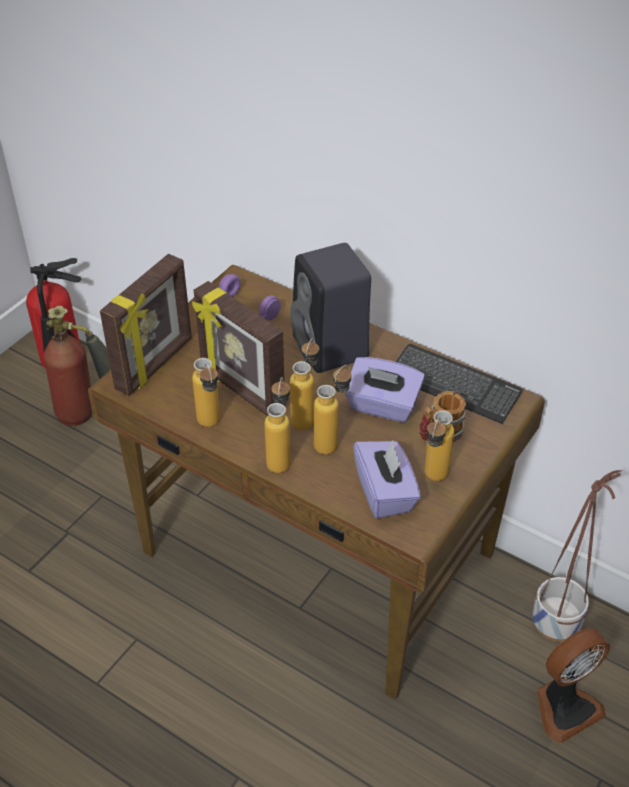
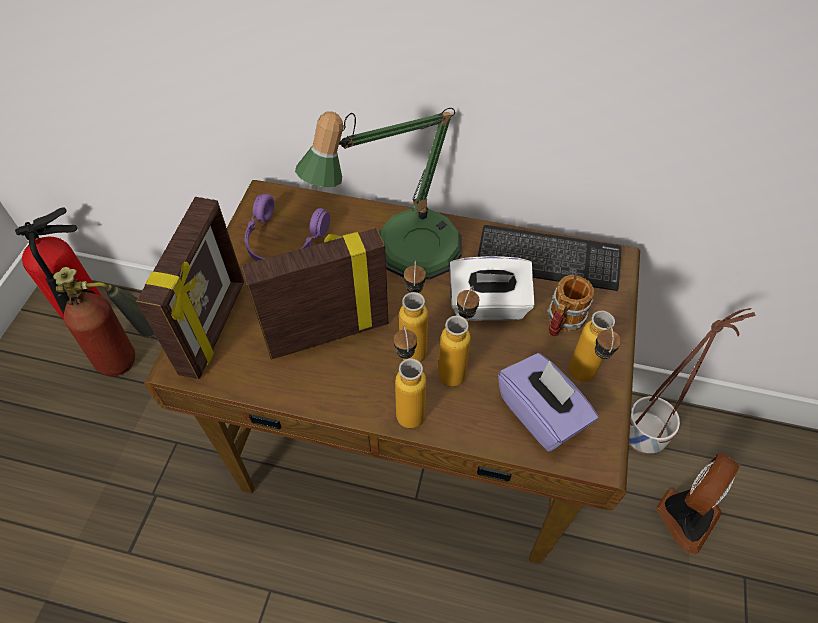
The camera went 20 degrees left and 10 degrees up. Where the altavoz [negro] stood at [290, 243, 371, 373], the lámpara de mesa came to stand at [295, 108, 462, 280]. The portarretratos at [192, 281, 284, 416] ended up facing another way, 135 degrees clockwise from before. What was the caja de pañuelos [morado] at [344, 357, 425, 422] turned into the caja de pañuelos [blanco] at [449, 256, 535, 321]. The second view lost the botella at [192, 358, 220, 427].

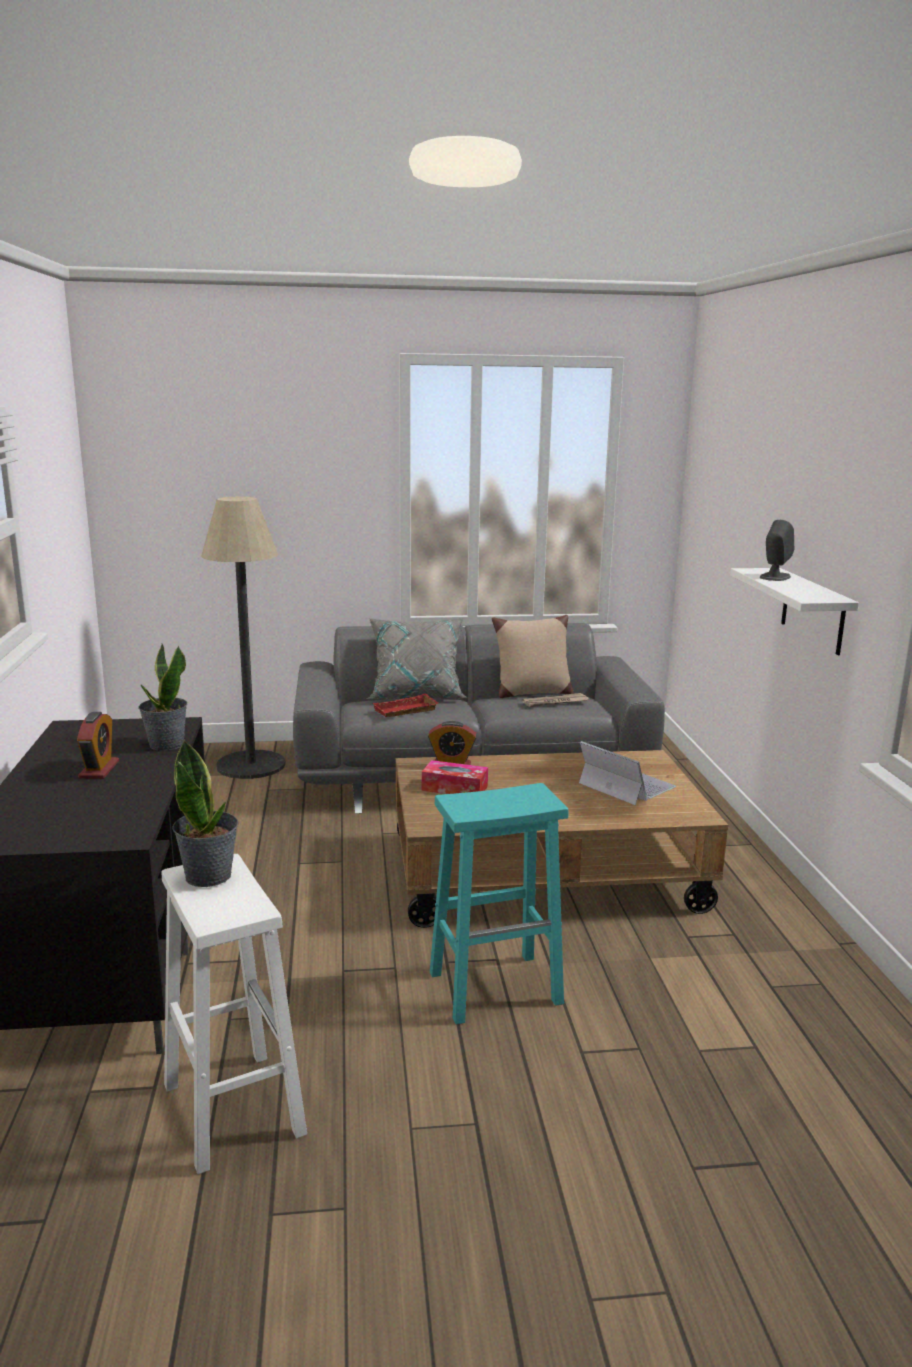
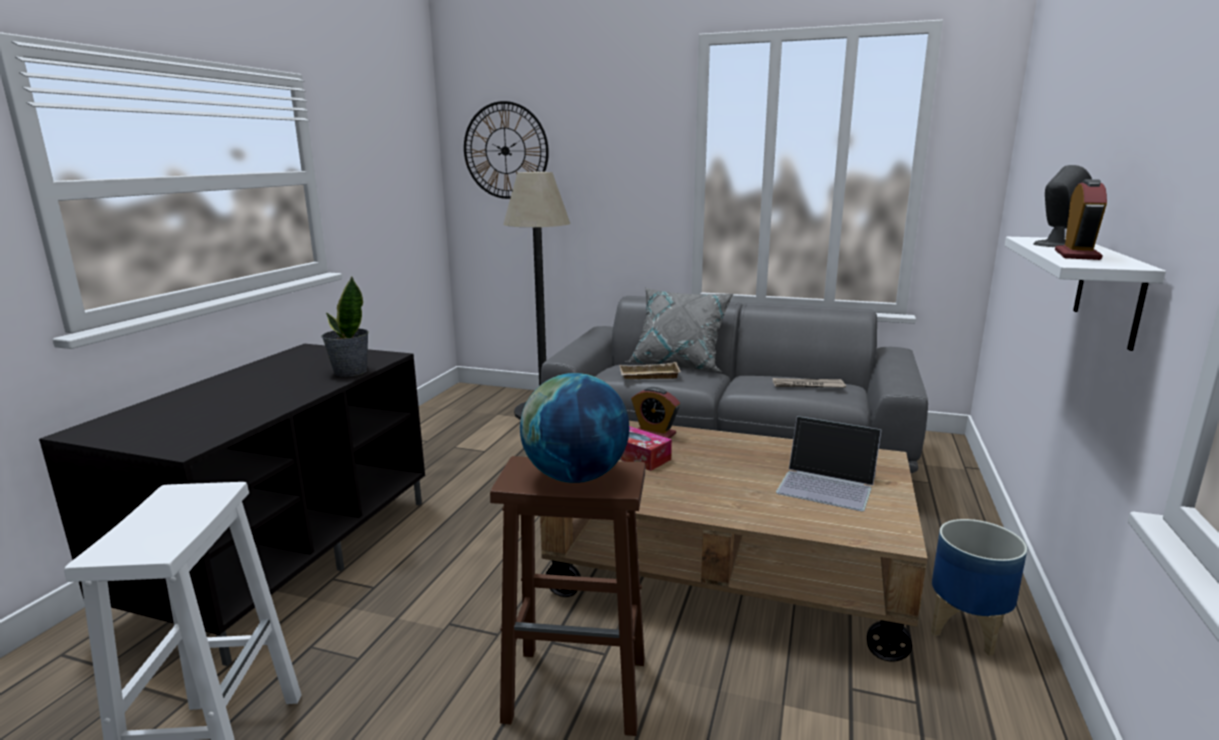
The camera went 25 degrees right and 0 degrees up. The second view lost the cojín [beis] at [492, 615, 574, 698]. What was the bandeja [rojo] at [373, 694, 438, 717] turned into the bandeja [beis] at [620, 362, 681, 379]. The despertador ended up elsewhere, having gone from [77, 712, 119, 779] to [1055, 179, 1107, 260]. The second view lost the planta en maceta at [172, 739, 238, 887]. The portátil at [579, 741, 676, 805] ended up facing another way, 135 degrees clockwise from before. What was the taburete [turquesa] at [430, 783, 568, 1025] turned into the taburete [marrón] at [490, 456, 645, 736]. The second view gained the reloj de pared at [464, 101, 549, 199]. The second view gained the globo terráqueo at [520, 373, 629, 483]. The second view gained the maceta at [931, 519, 1027, 656].

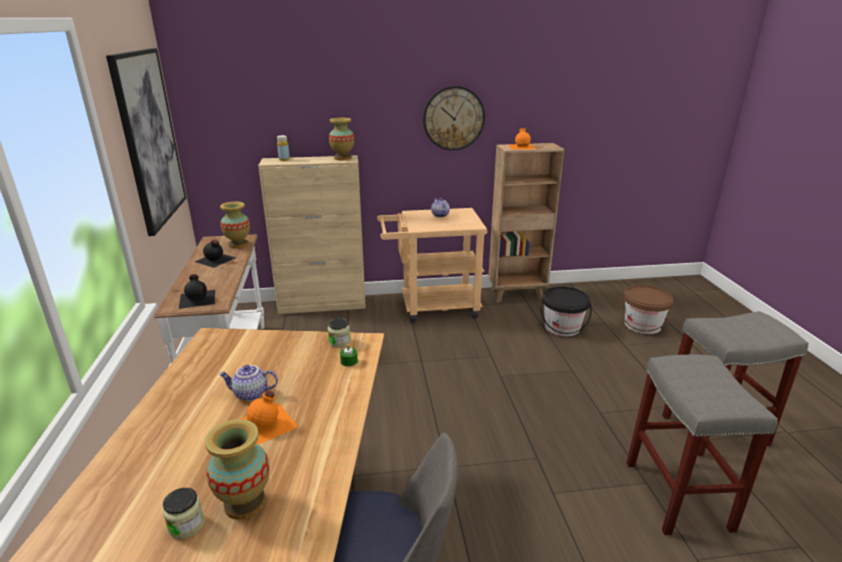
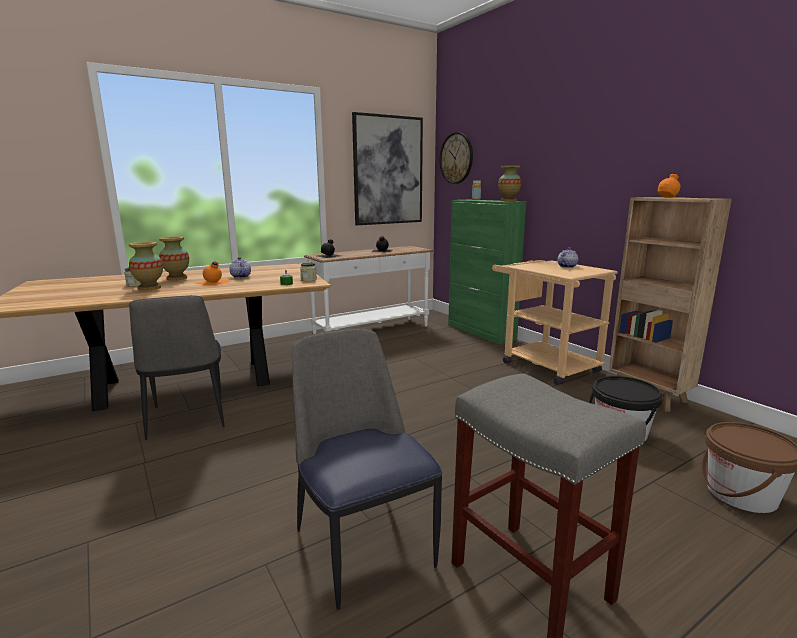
The camera went 65 degrees right and 10 degrees down. The reloj de pared ended up elsewhere, having gone from [423, 86, 485, 151] to [440, 132, 473, 184]. What was the armario [beis] at [258, 156, 366, 314] turned into the armario [verde] at [448, 200, 526, 344]. The florero ended up elsewhere, having gone from [220, 202, 250, 248] to [159, 236, 189, 281]. Where the taburete [gris] stood at [627, 354, 778, 535], the silla came to stand at [292, 328, 442, 610].

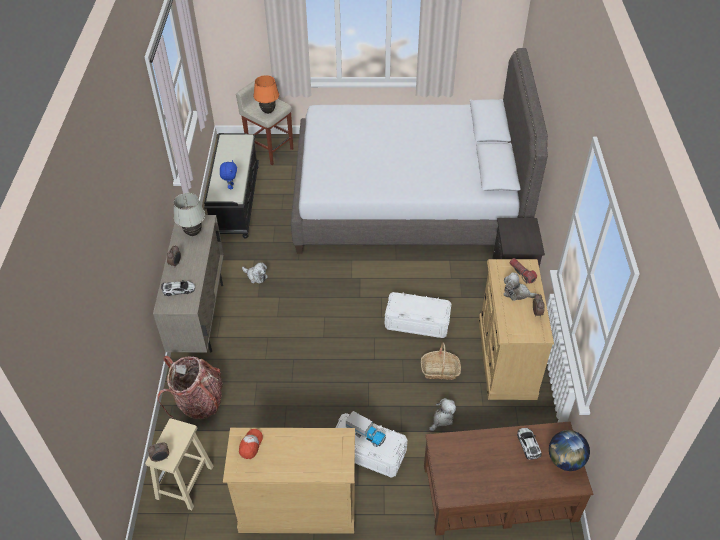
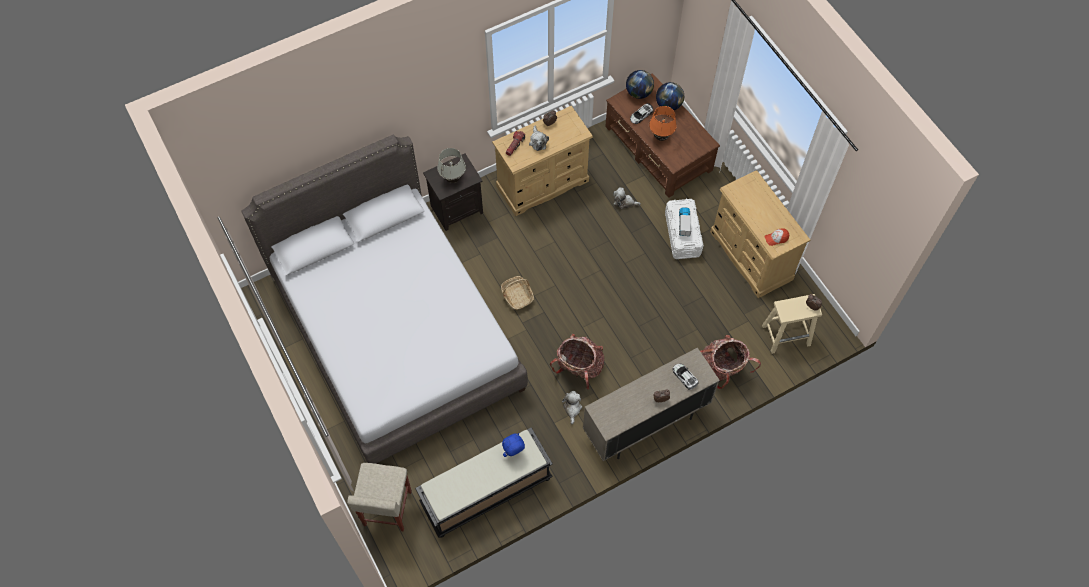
The camera went 120 degrees left and 15 degrees up. The lámpara de mesa [naranja] ended up elsewhere, having gone from [253, 75, 279, 114] to [649, 106, 677, 141]. The lámpara de mesa [blanco] ended up elsewhere, having gone from [174, 193, 205, 236] to [437, 148, 466, 183]. The second view lost the caja de almacenaje [blanco] at [385, 292, 451, 338]. The cesta ended up elsewhere, having gone from [421, 343, 461, 380] to [501, 276, 534, 310]. The second view gained the globo terráqueo at [656, 82, 684, 110]. The second view gained the mochila at [550, 334, 604, 389].

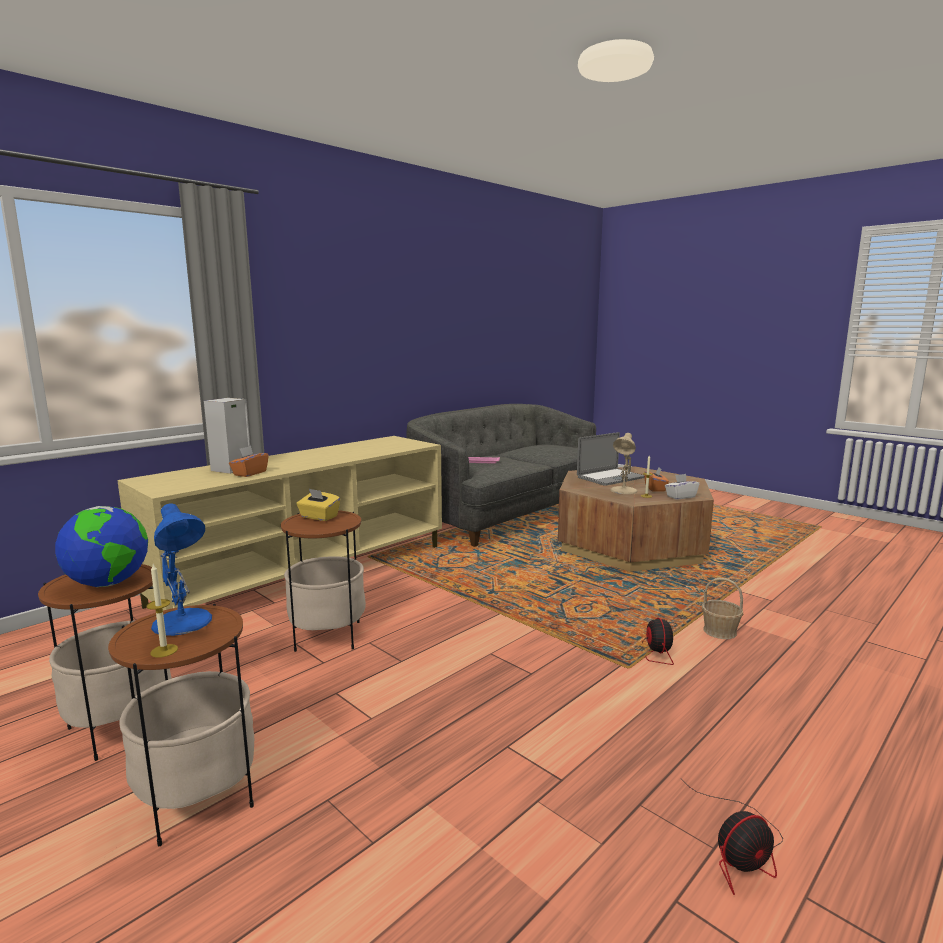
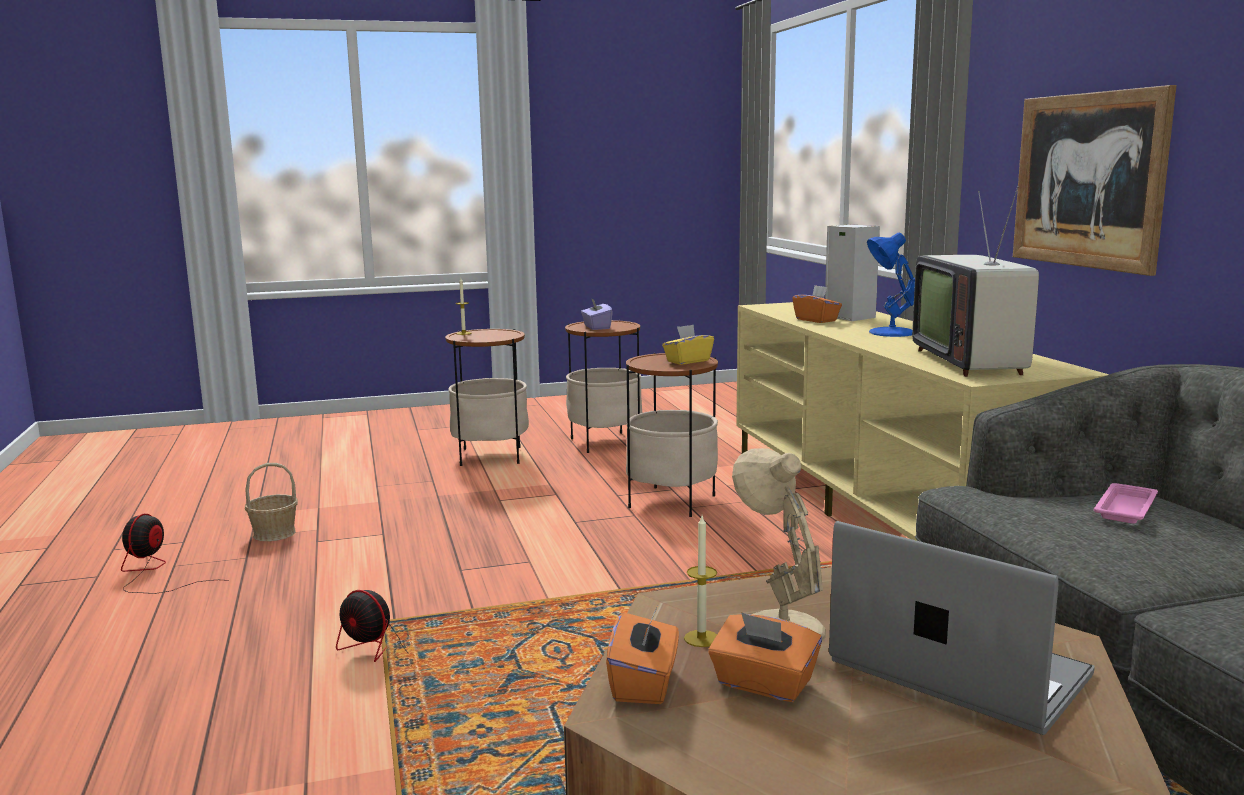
The camera went 120 degrees right and 0 degrees up. The portátil at [577, 432, 645, 486] ended up facing another way, 135 degrees clockwise from before. What was the caja de pañuelos [blanco] at [665, 474, 699, 499] turned into the caja de pañuelos [naranja] at [606, 606, 679, 704]. The lámpara de mesa [azul] ended up elsewhere, having gone from [151, 503, 212, 636] to [867, 233, 915, 337]. Where the globo terráqueo stood at [55, 506, 148, 587], the caja de pañuelos [morado] came to stand at [581, 298, 613, 330]. The cesta ended up elsewhere, having gone from [702, 578, 743, 639] to [245, 463, 298, 541]. The second view gained the cuadro at [1013, 85, 1177, 276]. The second view gained the televisor at [912, 186, 1039, 377].

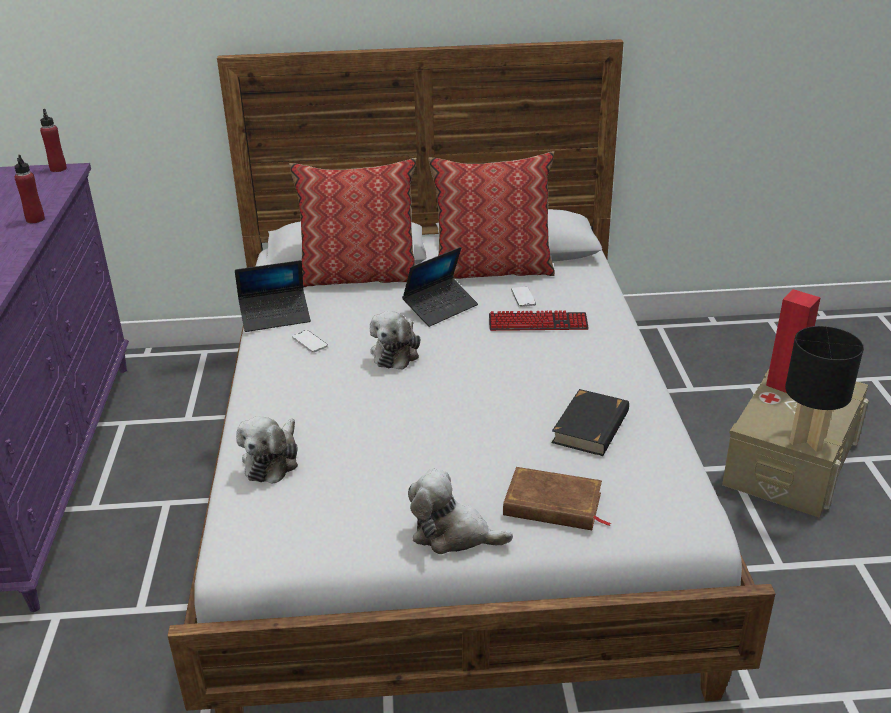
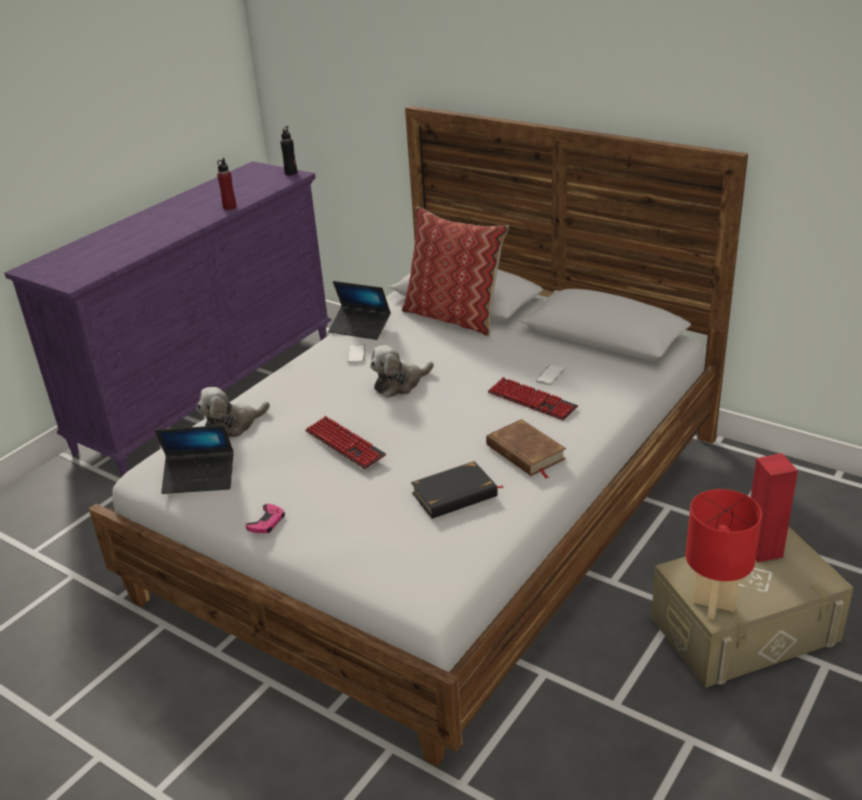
The camera went 40 degrees right and 0 degrees up. What was the botella [rojo] at [40, 109, 67, 172] turned into the botella [negro] at [280, 126, 297, 176]. The second view lost the cojín at [428, 151, 555, 279]. The portátil ended up elsewhere, having gone from [402, 247, 478, 327] to [155, 425, 234, 494]. What was the lámpara de mesa [negro] at [785, 326, 864, 452] turned into the lámpara de mesa [rojo] at [685, 489, 762, 620]. The libro [marrón] ended up elsewhere, having gone from [503, 467, 611, 530] to [486, 419, 566, 479]. Where the peluche stood at [408, 469, 513, 554], the mando de consola [rosa] came to stand at [246, 504, 285, 533]. The second view gained the teclado at [305, 416, 386, 469].

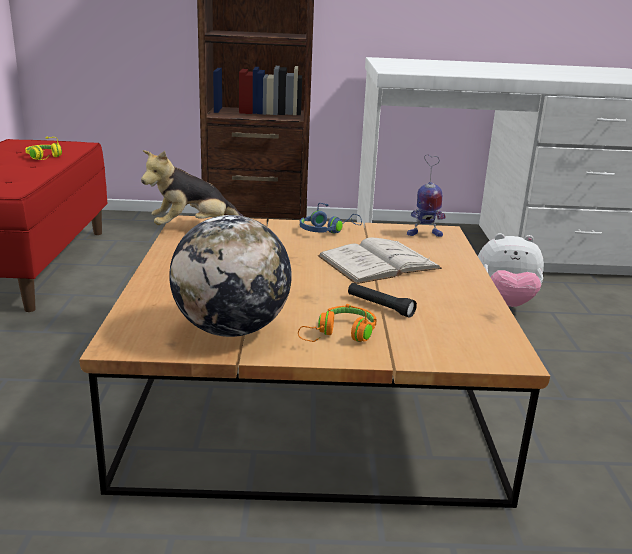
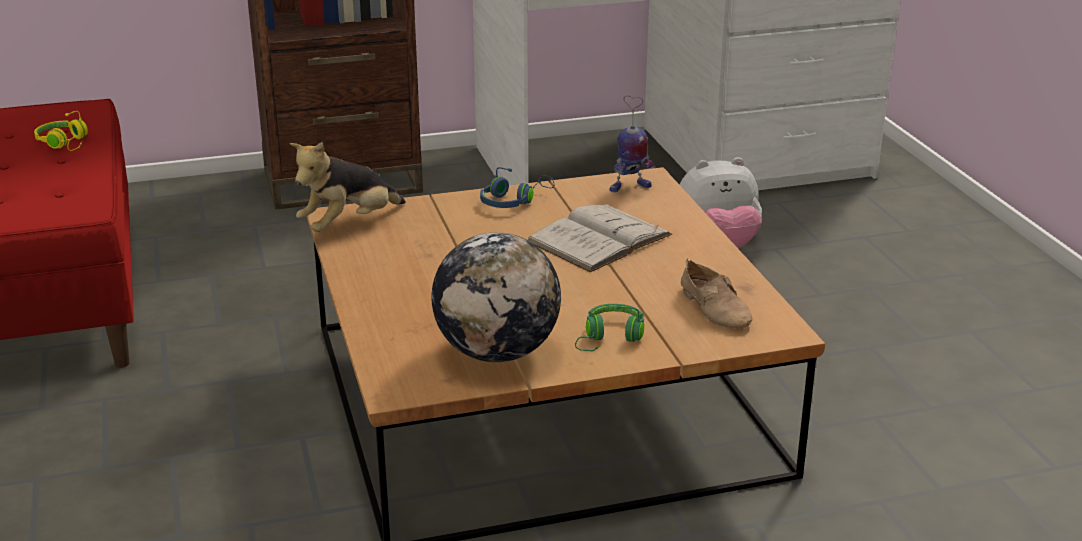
The camera went 15 degrees left and 5 degrees up. The second view lost the linterna [negro] at [348, 283, 417, 318]. What was the auriculares [naranja] at [298, 304, 377, 342] turned into the auriculares [verde] at [575, 304, 644, 351]. The second view gained the zapato [beis] at [681, 258, 752, 328].

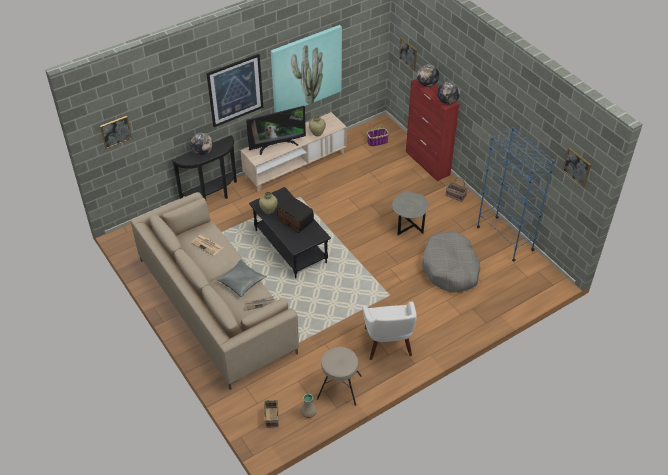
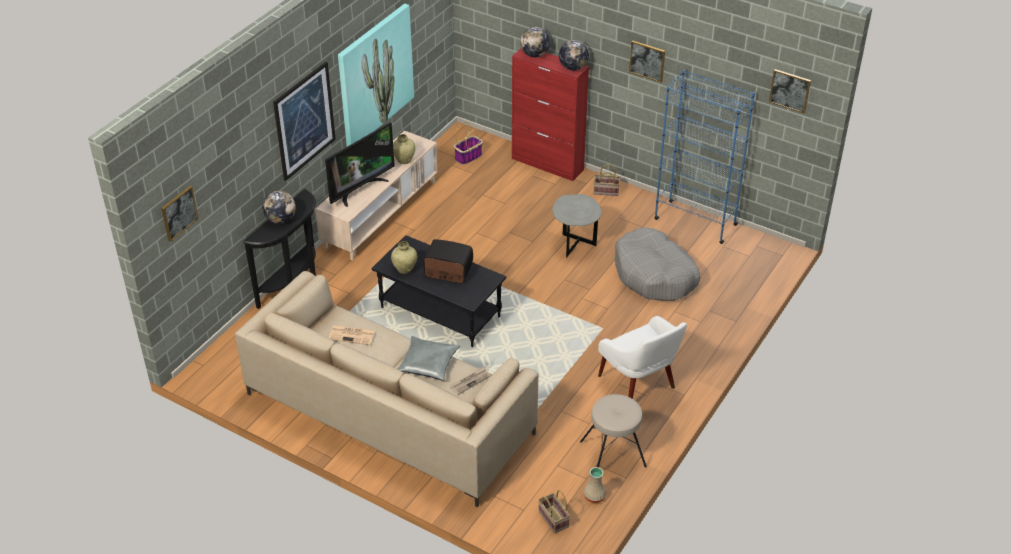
The camera went 25 degrees left and 5 degrees down. The cuadro ended up elsewhere, having gone from [399, 38, 417, 71] to [629, 40, 665, 83].

